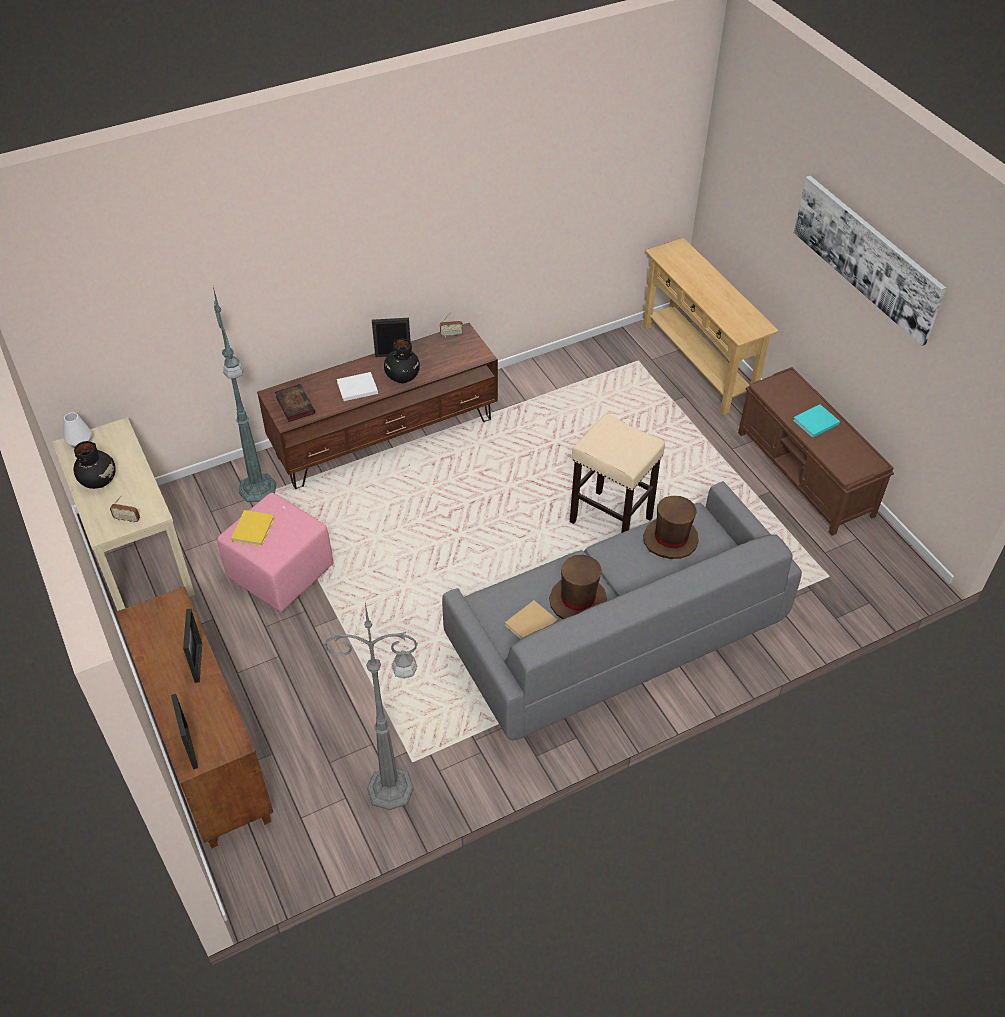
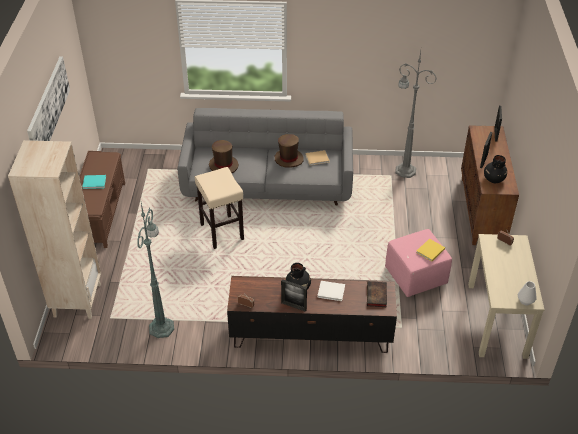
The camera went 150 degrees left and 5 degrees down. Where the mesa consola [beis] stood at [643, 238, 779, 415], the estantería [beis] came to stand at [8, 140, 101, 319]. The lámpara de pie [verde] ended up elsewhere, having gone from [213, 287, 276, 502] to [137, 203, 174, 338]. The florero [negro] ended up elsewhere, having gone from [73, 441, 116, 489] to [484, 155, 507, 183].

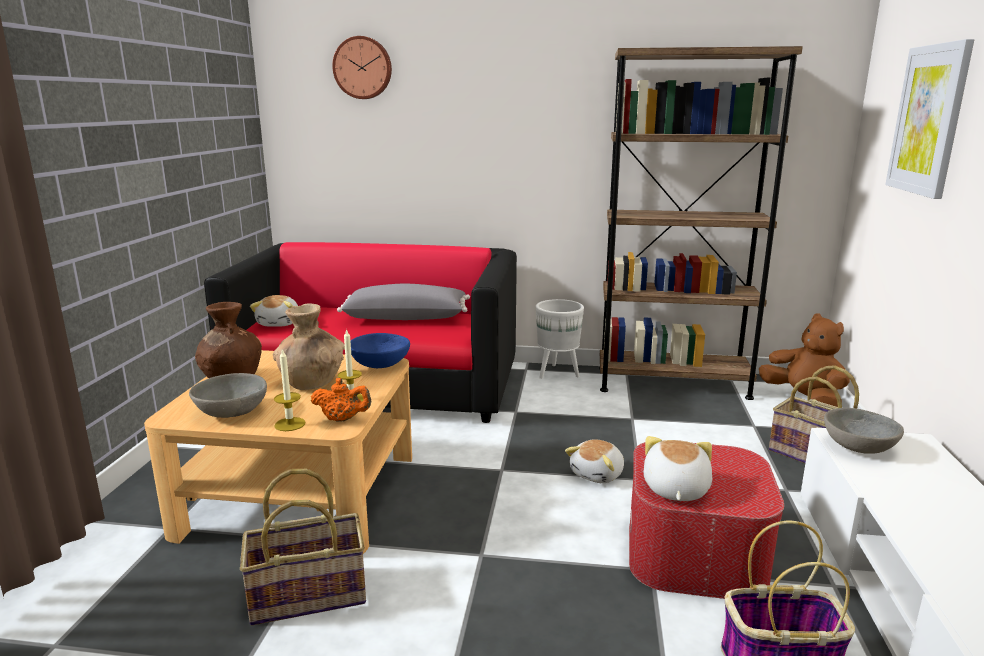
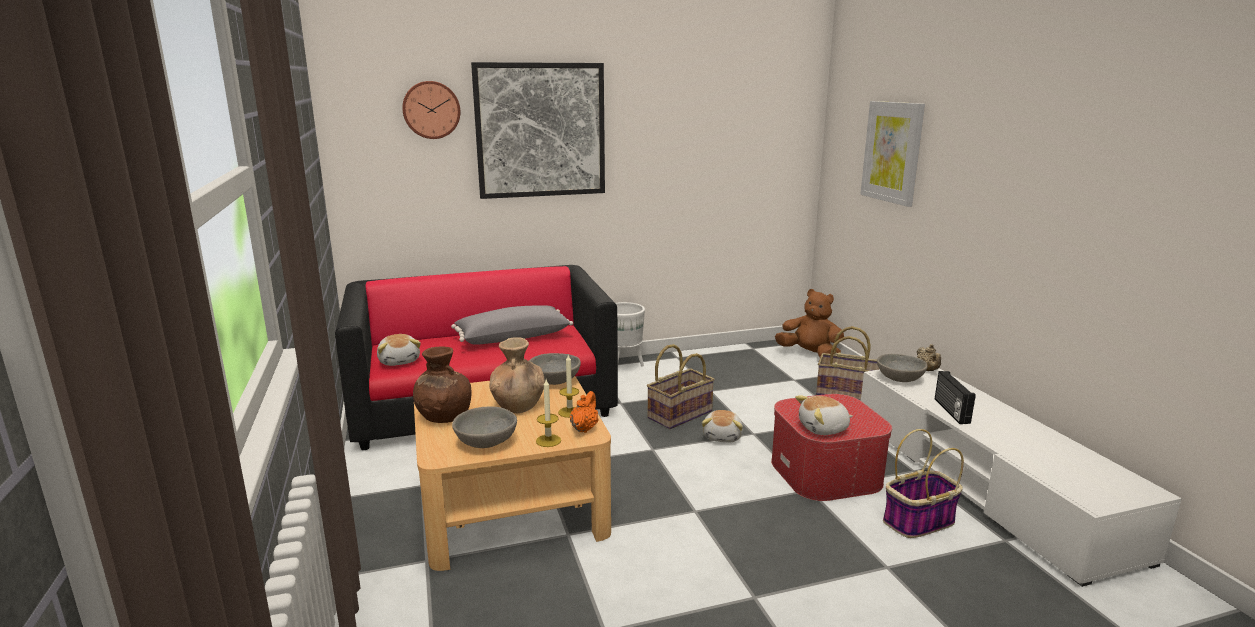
The camera went 25 degrees left and 0 degrees up. The second view lost the estantería [marrón] at [599, 46, 803, 400]. What was the cuenco [azul] at [350, 333, 410, 368] turned into the cuenco [gris] at [529, 353, 581, 385]. The tetera [naranja] at [311, 378, 371, 422] ended up facing another way, 60 degrees counterclockwise from before. The peluche at [644, 436, 712, 501] ended up facing another way, 90 degrees counterclockwise from before. The cesta ended up elsewhere, having gone from [240, 469, 366, 625] to [647, 344, 715, 429]. The second view gained the cuadro at [471, 62, 605, 199]. The second view gained the tetera [beis] at [917, 344, 941, 371]. The second view gained the radio at [935, 371, 976, 424].

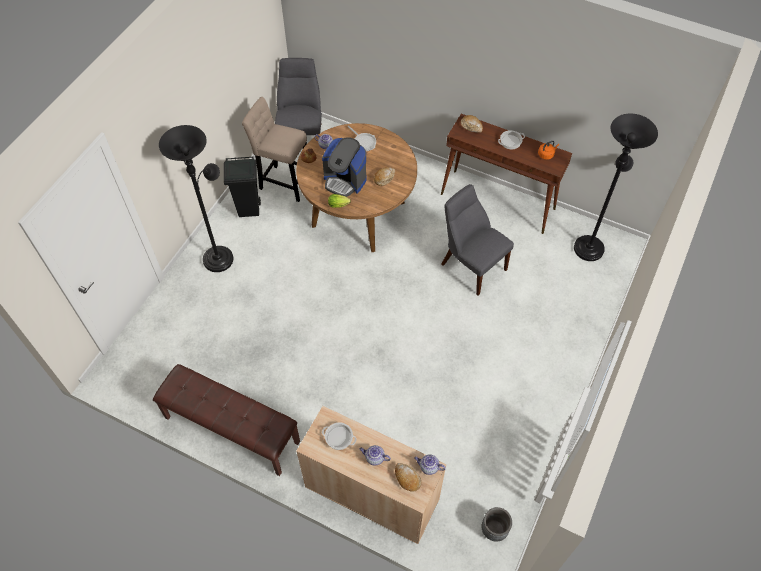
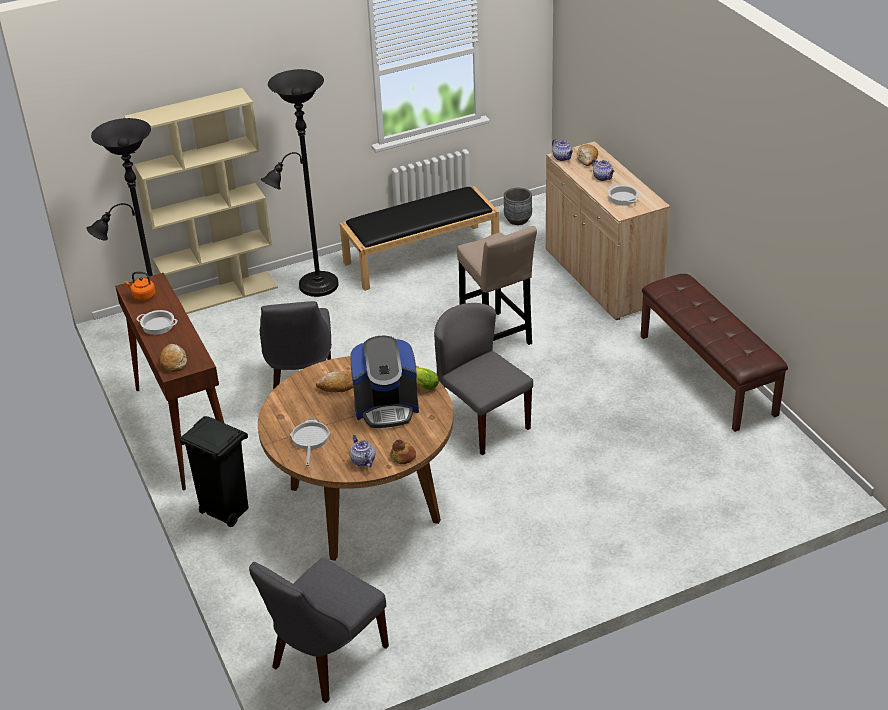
The camera went 140 degrees left and 20 degrees down. The taburete [beis] ended up elsewhere, having gone from [242, 97, 307, 202] to [457, 226, 537, 345]. The lámpara de pie [negro] ended up elsewhere, having gone from [159, 125, 233, 272] to [261, 69, 339, 297]. The cafetera at [322, 137, 367, 197] ended up facing another way, 105 degrees clockwise from before. The papelera [negro] ended up elsewhere, having gone from [224, 157, 261, 217] to [179, 416, 248, 527]. The second view gained the estantería [beis] at [124, 88, 278, 314]. The second view gained the banco [negro] at [340, 186, 499, 291]. The second view gained the silla [gris] at [434, 303, 533, 455].

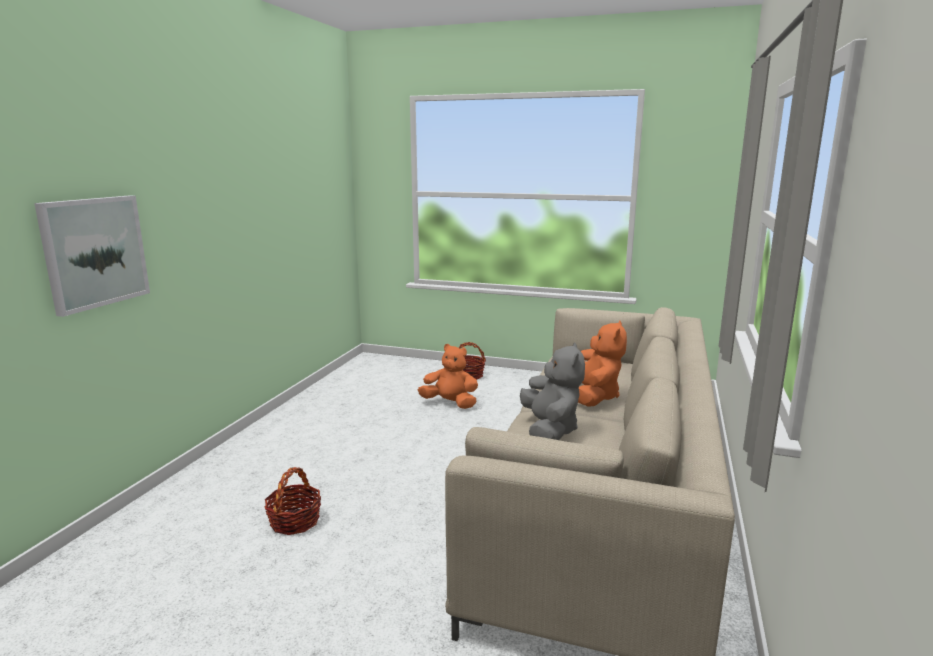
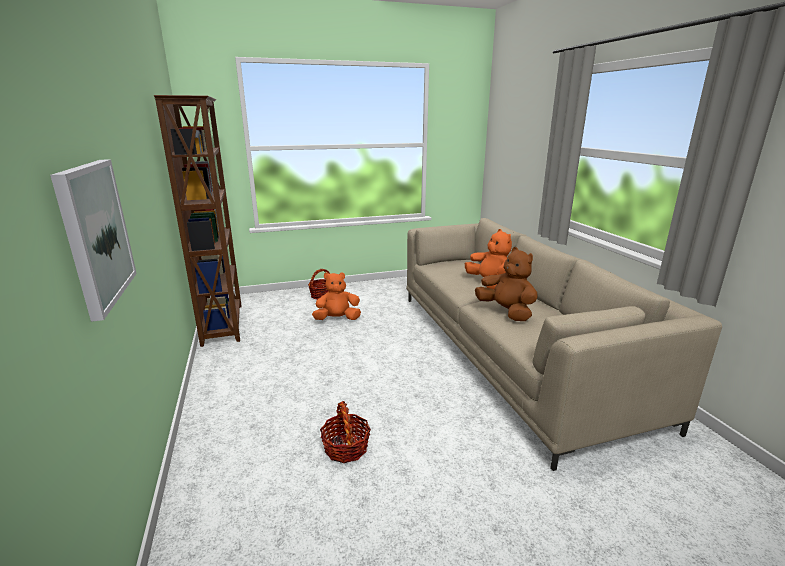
The camera went 35 degrees left and 5 degrees up. What was the peluche [gris] at [520, 342, 585, 440] turned into the peluche [marrón] at [475, 247, 538, 321]. The second view gained the estantería [marrón] at [154, 95, 242, 347].

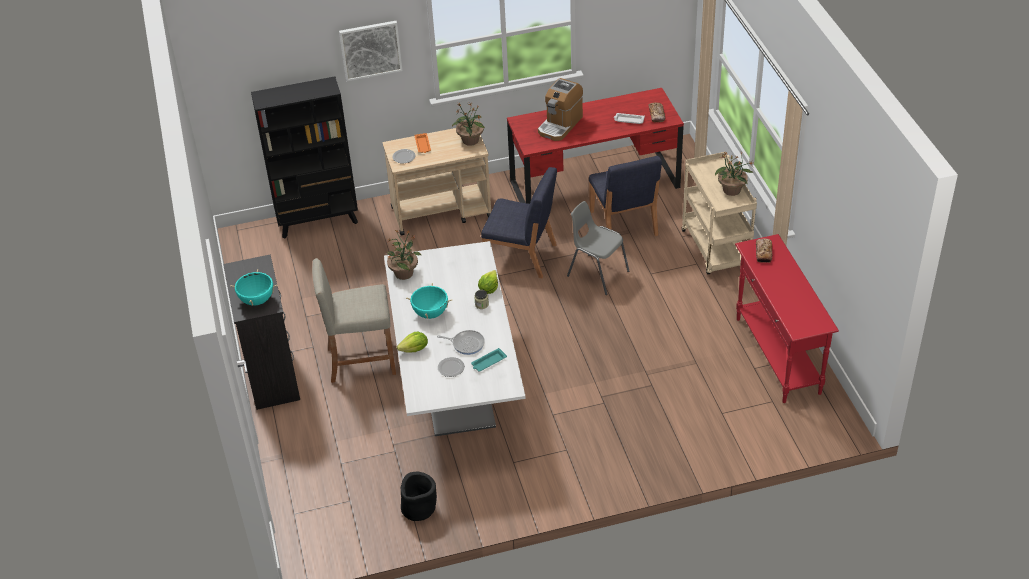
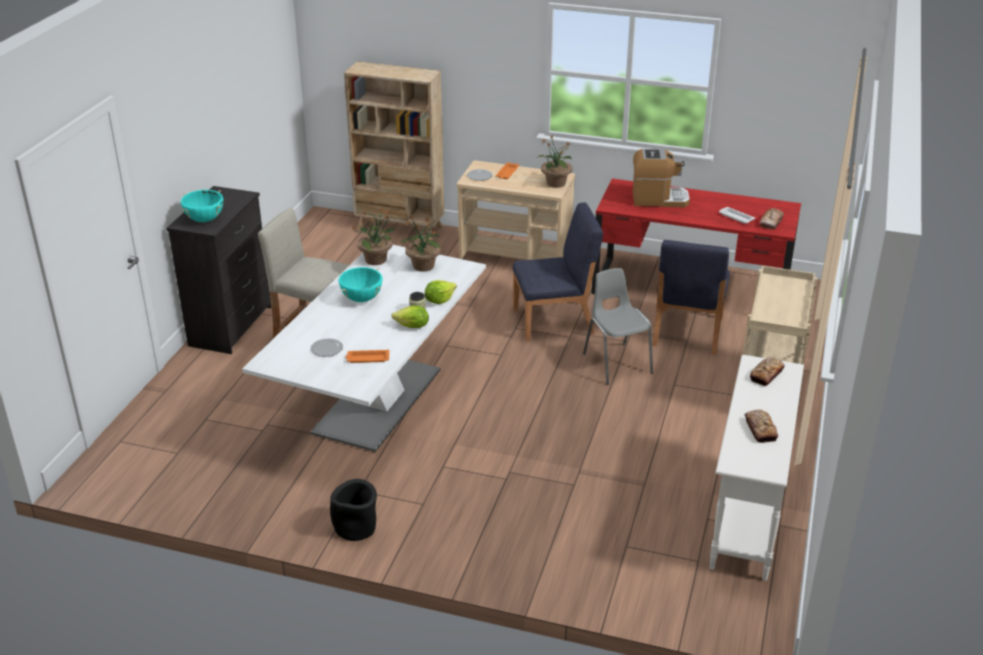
The camera went 30 degrees right and 10 degrees down. The second view lost the cuadro at [339, 21, 402, 81]. What was the estantería [negro] at [251, 76, 358, 239] turned into the estantería [beis] at [344, 61, 444, 241]. The cafetera at [538, 78, 583, 141] ended up facing another way, 150 degrees counterclockwise from before. The planta en maceta ended up elsewhere, having gone from [715, 151, 754, 196] to [400, 215, 441, 272]. The silla [azul] at [481, 167, 557, 278] ended up facing another way, 60 degrees counterclockwise from before. What was the mesa consola [rojo] at [735, 234, 839, 403] turned into the mesa consola [blanco] at [710, 355, 804, 581]. The second view lost the sartén at [437, 330, 485, 355]. The lechuga ended up elsewhere, having gone from [397, 332, 428, 353] to [392, 306, 429, 328]. What was the bandeja [turquesa] at [471, 348, 507, 372] turned into the bandeja [naranja] at [345, 349, 389, 363]. The maceta [negro] ended up elsewhere, having gone from [401, 472, 437, 521] to [330, 479, 377, 541]. The second view gained the pan at [745, 409, 778, 443].

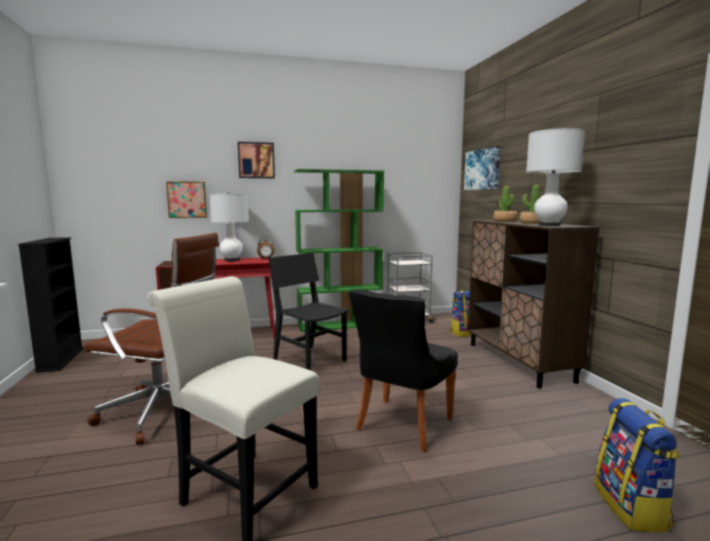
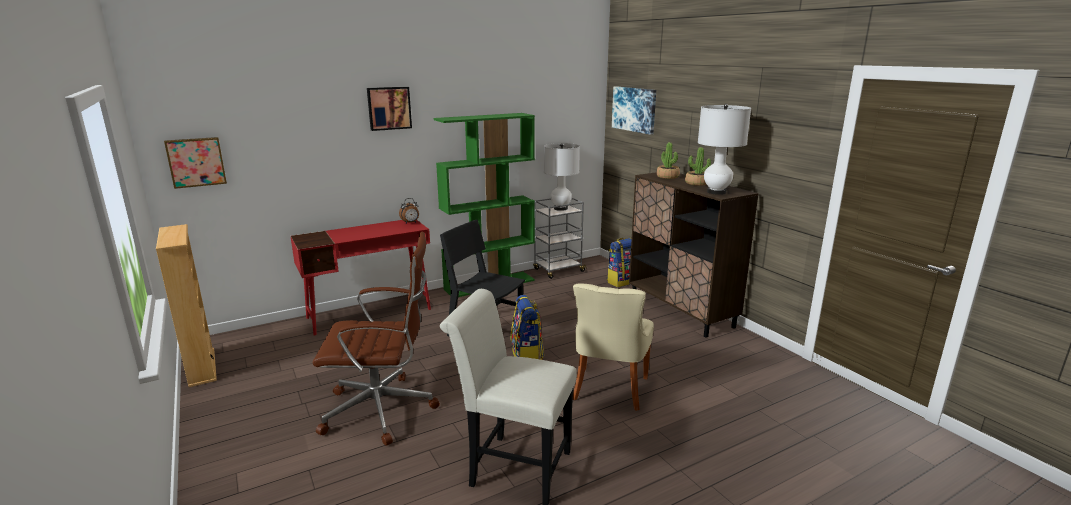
The camera went 15 degrees left and 10 degrees up. The cuadro ended up elsewhere, having gone from [166, 181, 207, 218] to [164, 137, 227, 189]. The lámpara de mesa [blanco] ended up elsewhere, having gone from [209, 191, 249, 261] to [544, 143, 580, 211]. What was the estantería [negro] at [18, 237, 84, 373] turned into the estantería [beis] at [156, 224, 217, 387]. What was the silla [negro] at [349, 290, 458, 452] turned into the silla [beis] at [573, 283, 654, 411]. The mochila ended up elsewhere, having gone from [594, 398, 680, 532] to [511, 295, 544, 360].

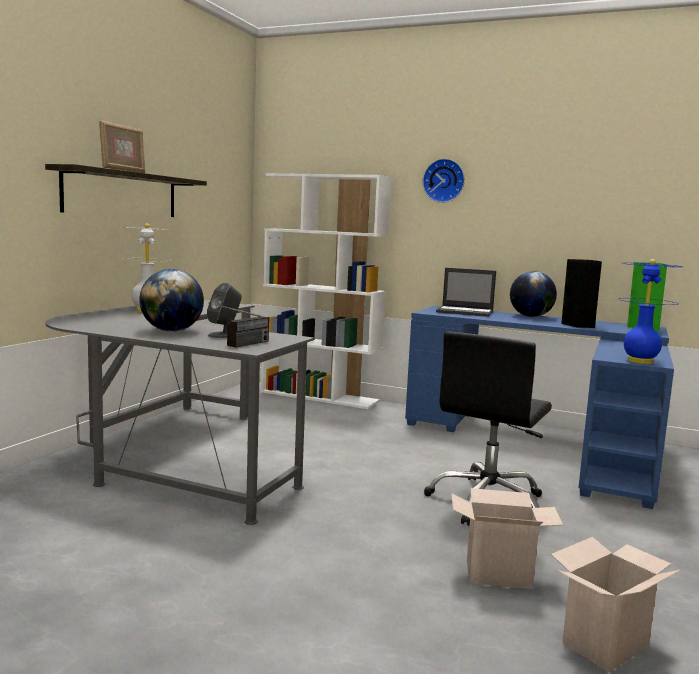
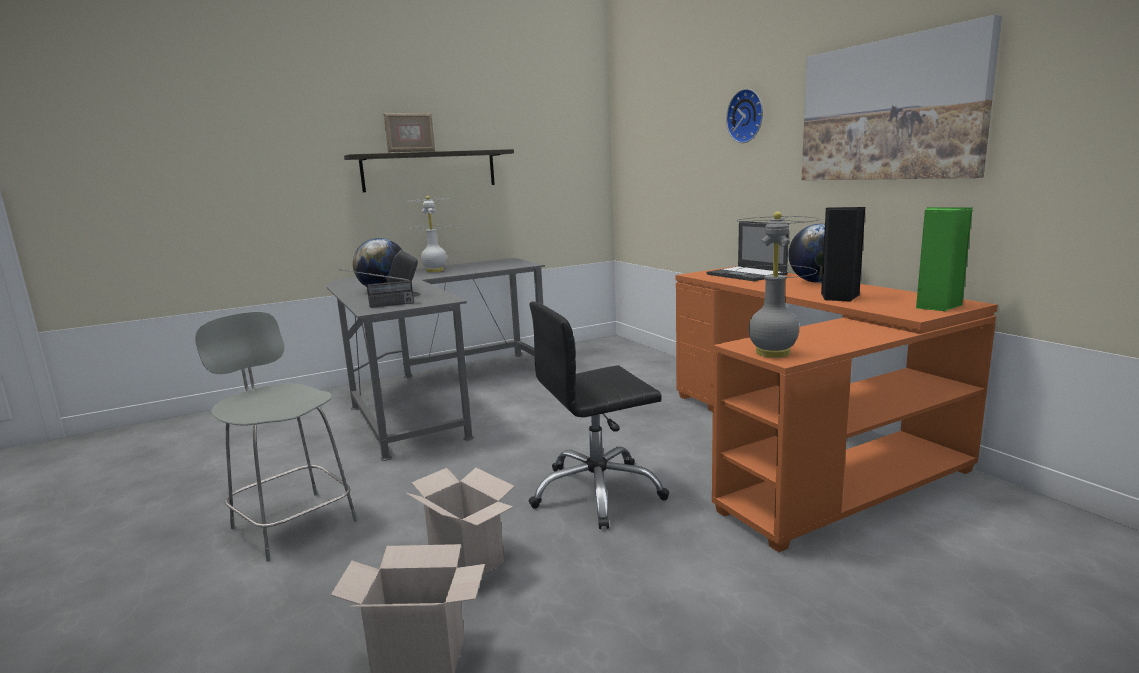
The camera went 40 degrees right and 5 degrees up. The second view lost the estantería [blanco] at [261, 173, 392, 409]. What was the lámpara de mesa [azul] at [618, 259, 683, 364] turned into the lámpara de mesa [gris] at [735, 212, 820, 358]. What was the escritorio [azul] at [405, 306, 674, 509] turned into the escritorio [naranja] at [676, 266, 998, 552]. The second view gained the cuadro at [802, 15, 1002, 180]. The second view gained the silla [gris] at [195, 312, 357, 562].

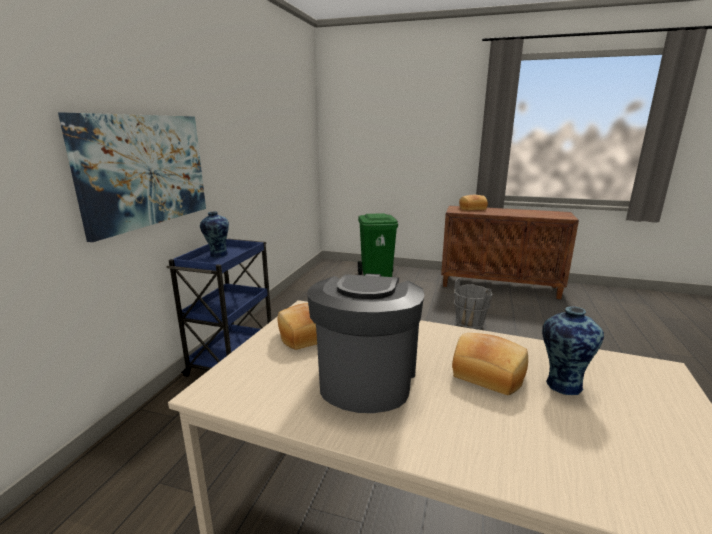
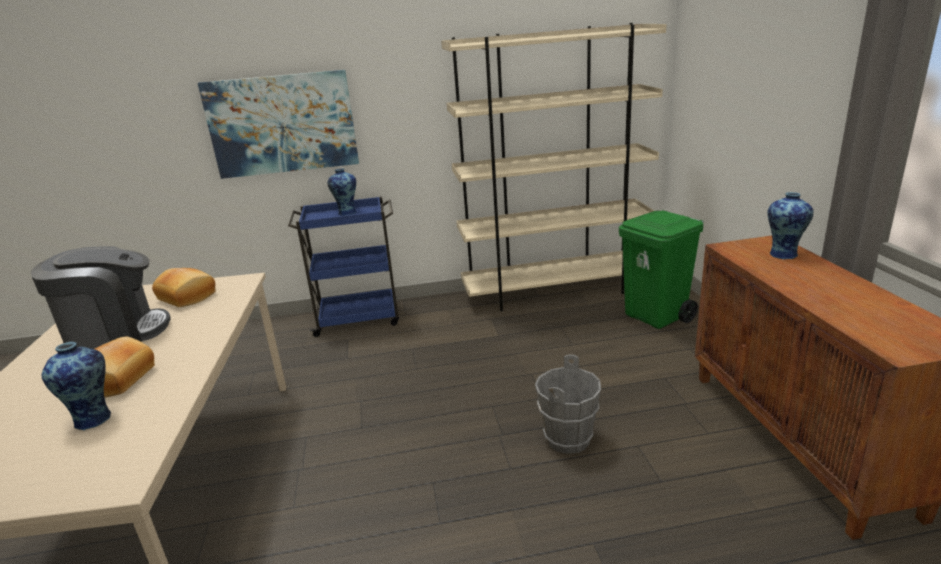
The camera went 65 degrees right and 5 degrees up. Where the pan stood at [459, 195, 488, 210], the florero came to stand at [767, 192, 814, 260]. The second view gained the estantería [beis] at [441, 23, 667, 311].

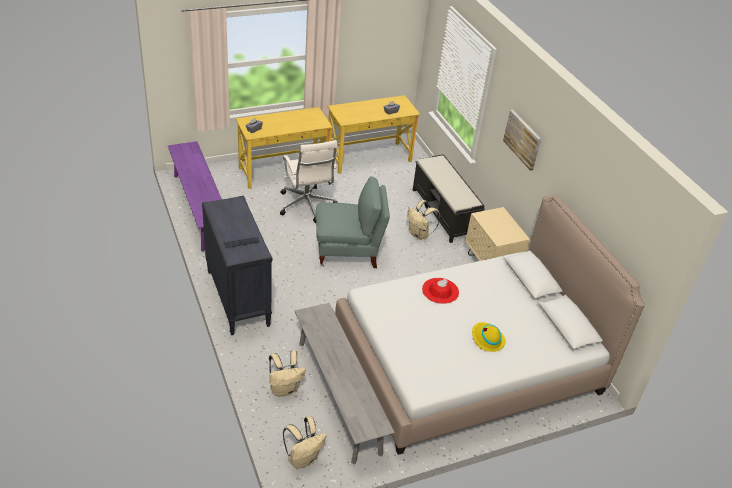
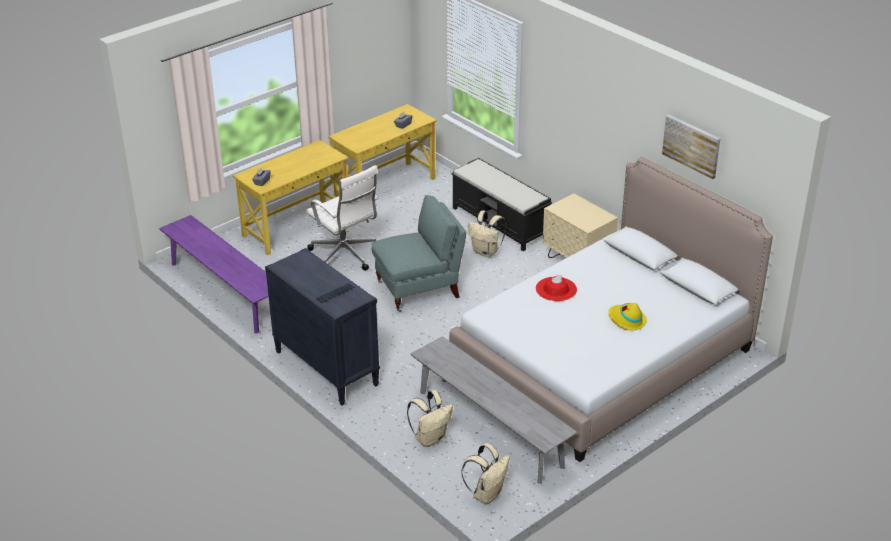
The camera went 15 degrees left and 5 degrees down. The cuadro ended up elsewhere, having gone from [503, 110, 541, 171] to [662, 114, 720, 179].

